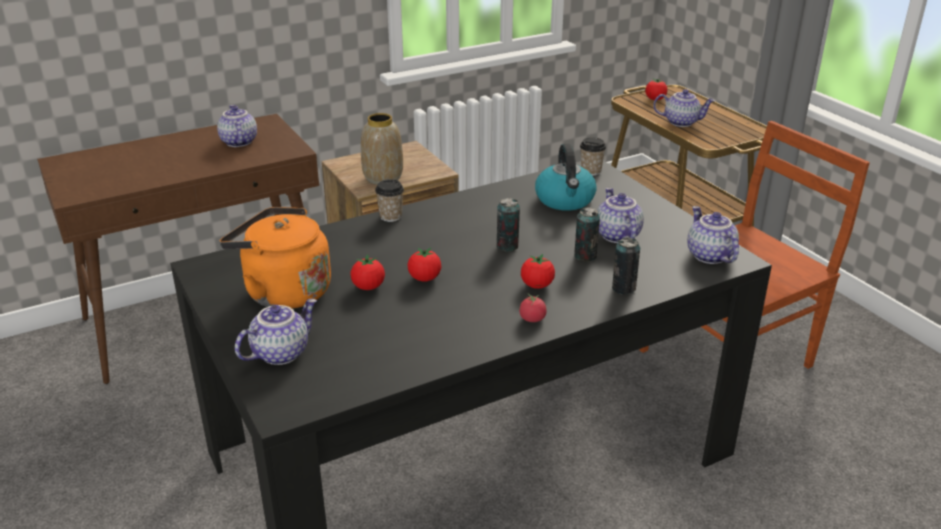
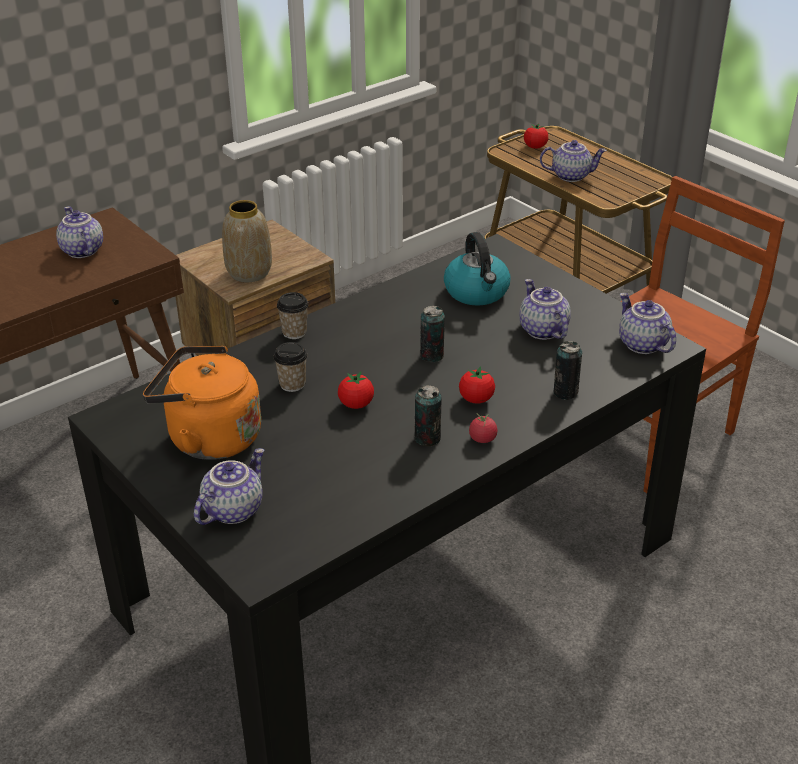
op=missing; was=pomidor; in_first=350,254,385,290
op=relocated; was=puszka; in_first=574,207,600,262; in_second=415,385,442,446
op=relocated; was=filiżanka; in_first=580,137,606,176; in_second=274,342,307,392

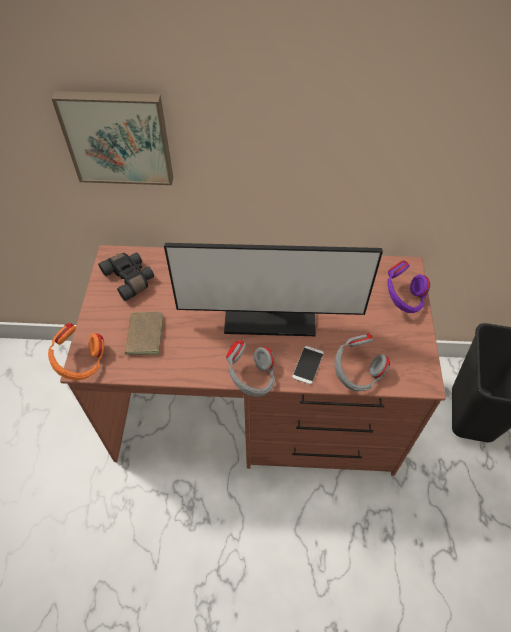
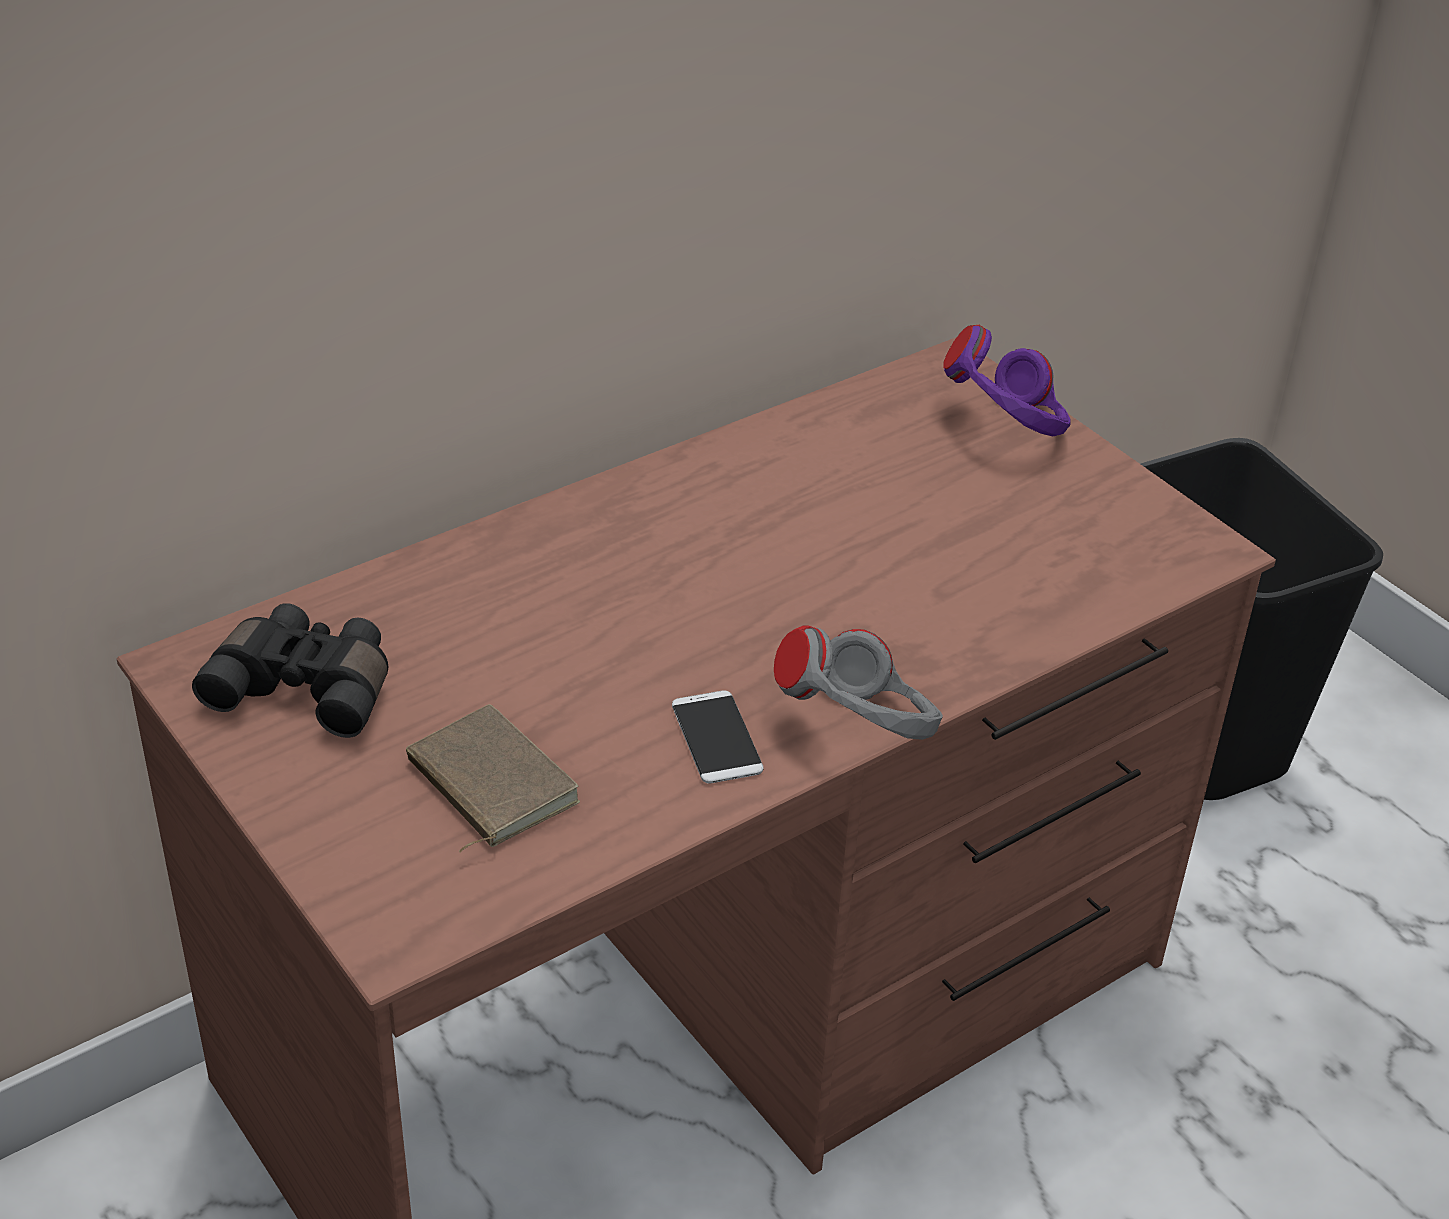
op=missing; was=słuchawki/pomarańczowy; in_first=48,323,104,380
op=missing; was=obraz; in_first=52,91,173,185
op=missing; was=monitor; in_first=164,243,383,336
op=relocated; was=telefon; in_first=292,346,324,384; in_second=672,690,764,784
op=missing; was=słuchawki/szary; in_first=334,333,390,391

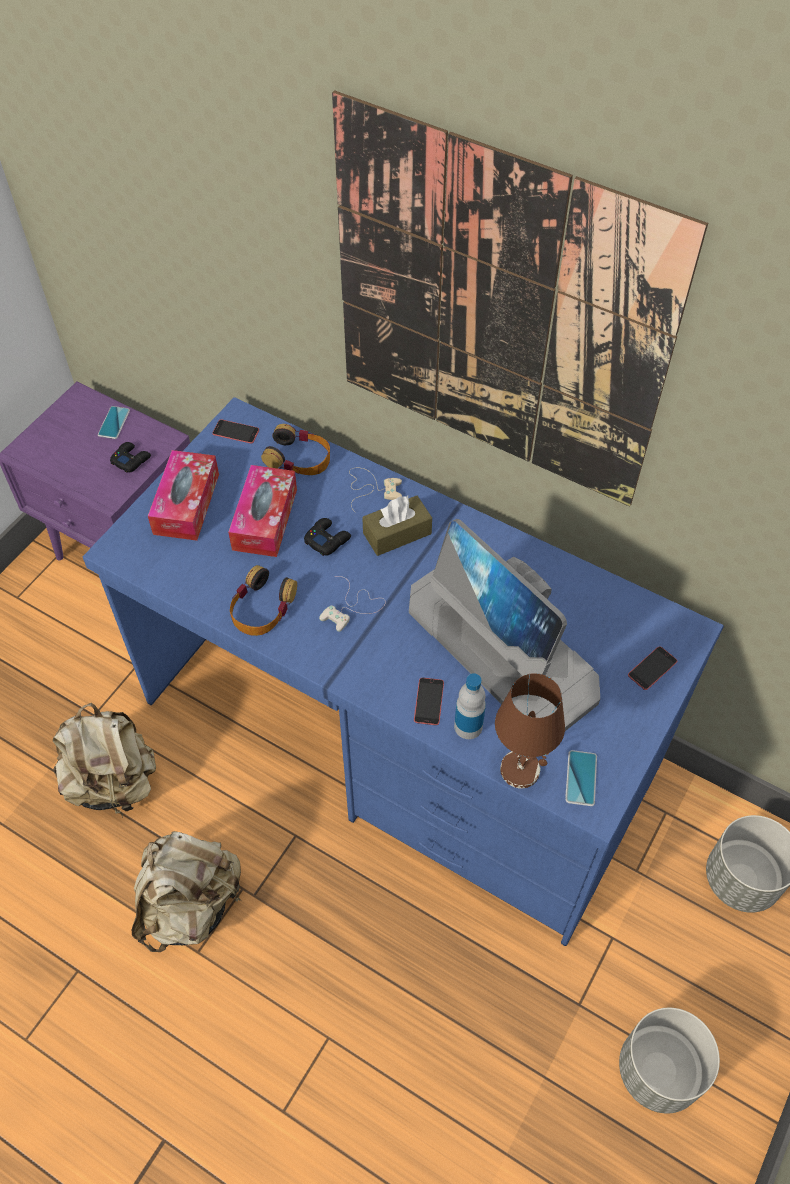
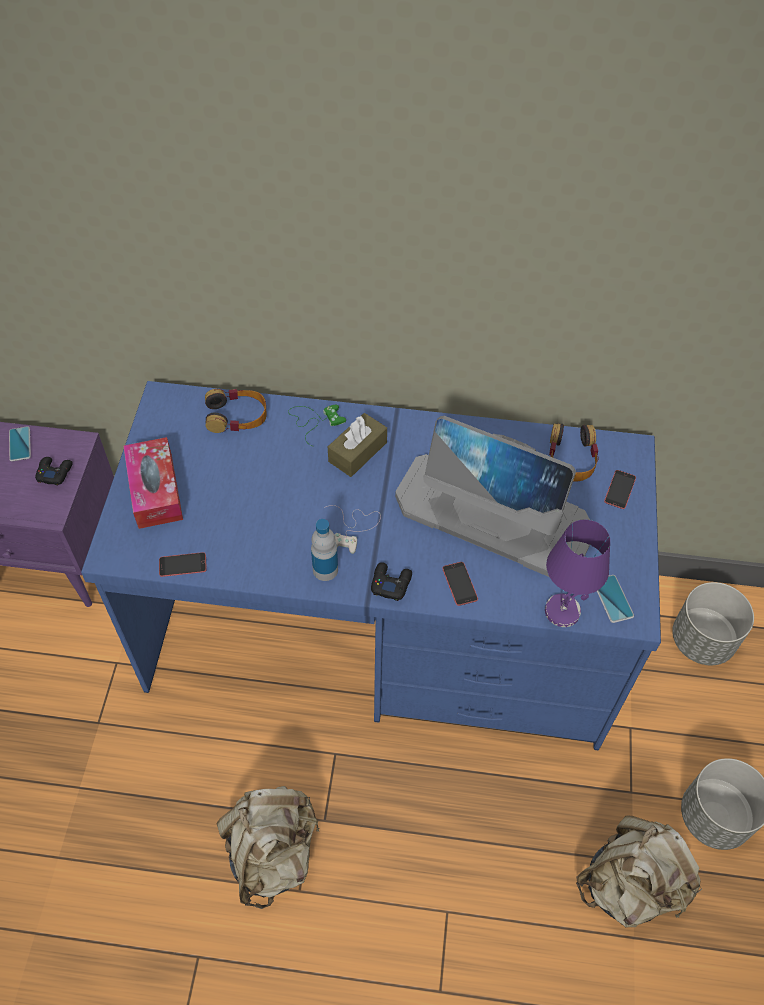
op=relocated; was=plecak/beżowy; in_first=53,703,156,817; in_second=576,816,702,927
op=relocated; was=telefon; in_first=212,419,259,443; in_second=159,552,207,577
op=missing; was=pudełko chusteczek; in_first=228,465,297,557
op=relocated; was=słuchawki; in_first=230,565,297,636; in_second=549,424,599,482
op=relocated; was=pad do gier/czarny; in_first=304,518,351,556; in_second=371,562,412,601
op=missing; was=obraz; in_first=332,90,708,507
op=colour; was=pad do gier/beżowy; now=pad do gier/zielony; in_first=349,468,402,513; in_second=288,405,346,447
op=relocated; was=butelka; in_first=454,673,486,739; in_second=311,519,338,581
op=colour; was=lampa stołowa/brązowy; now=lampa stołowa/fioletowy; in_first=495,673,565,788; in_second=545,519,610,627

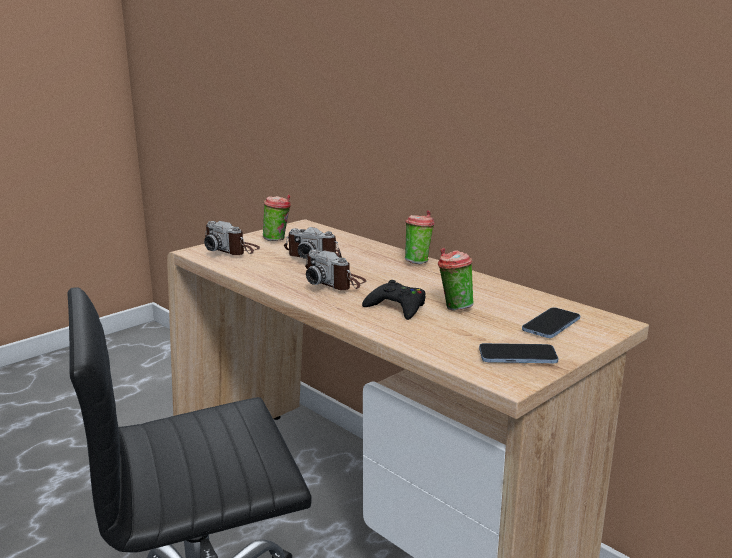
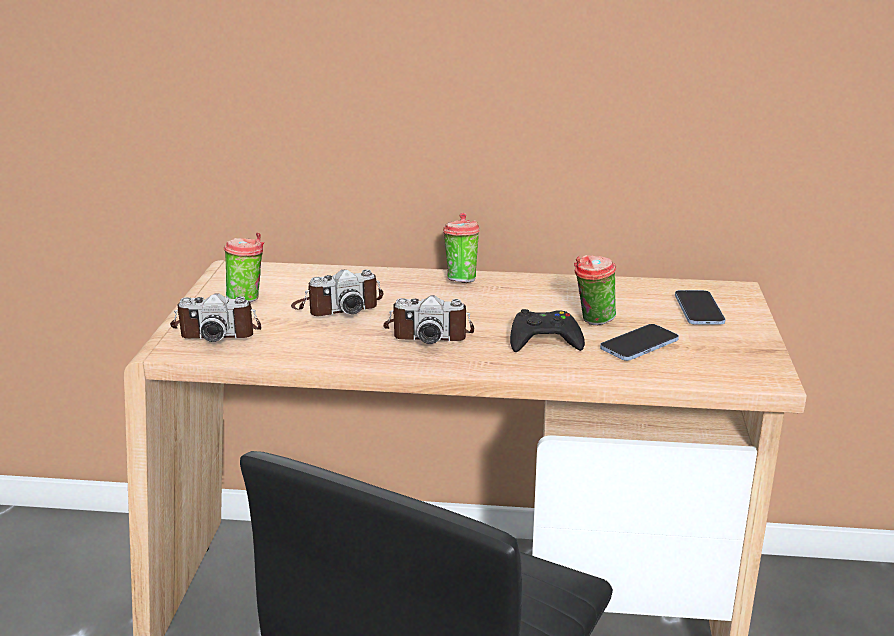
op=relocated; was=telefon; in_first=479,343,558,364; in_second=600,324,679,361

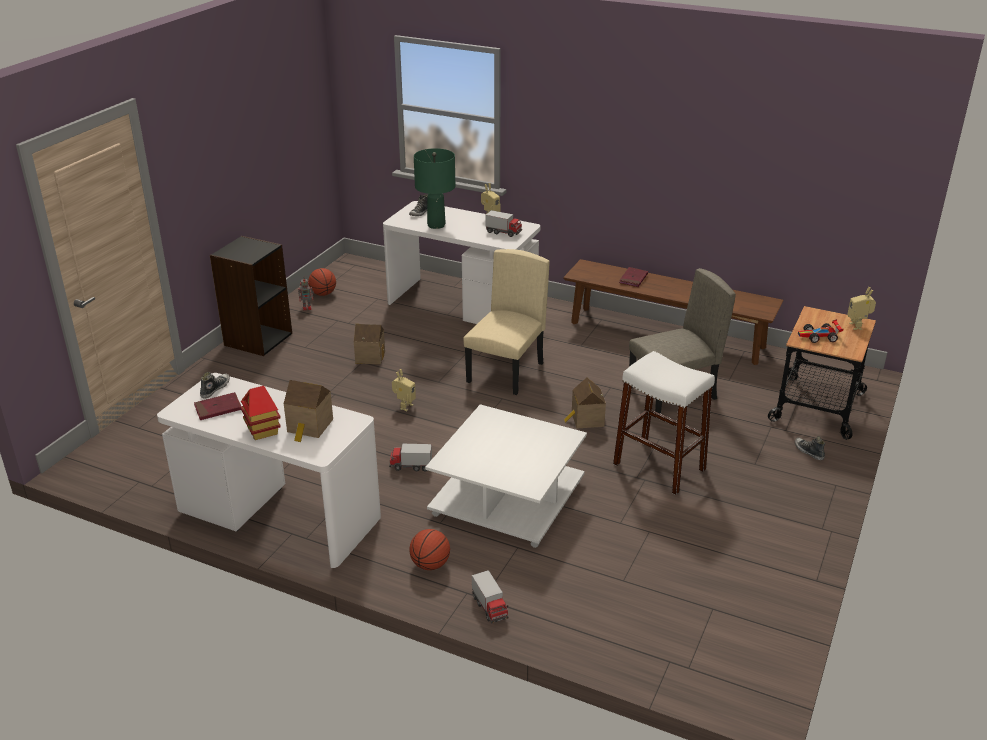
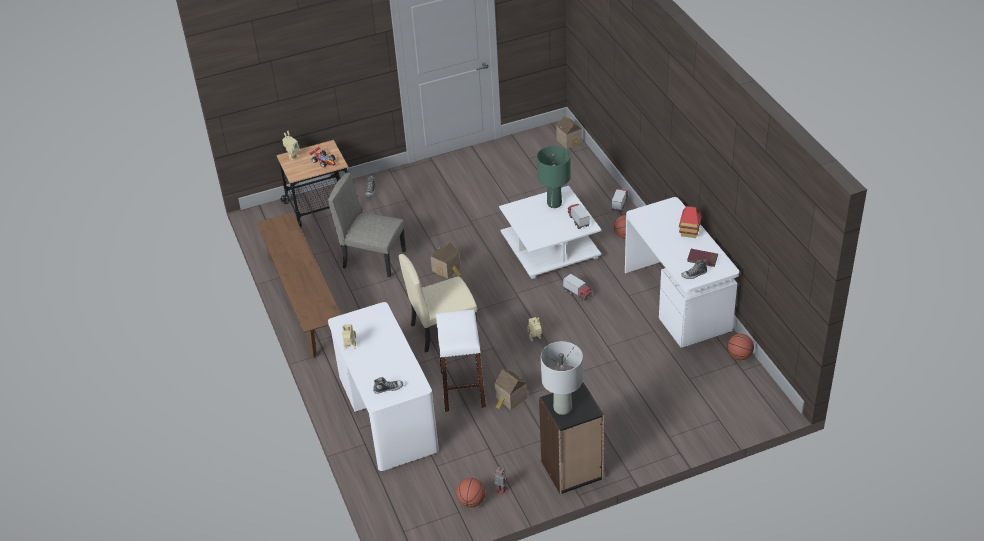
op=relocated; was=domek; in_first=284,380,333,442; in_second=556,116,582,149
op=relocated; was=lampa stołowa/zielony; in_first=414,148,455,229; in_second=537,146,571,208
op=relocated; was=ciężarówka zabawkowa; in_first=485,210,522,237; in_second=568,204,589,229
op=relocated; was=stołek/biały; in_first=613,351,715,495; in_second=436,310,486,412
op=missing; was=książka/czerwony; in_first=619,267,648,287
op=appeared; now=lampa stołowa/szary; in_second=541,341,583,415
op=appeared; now=piłka do koszykówki; in_second=727,334,754,360

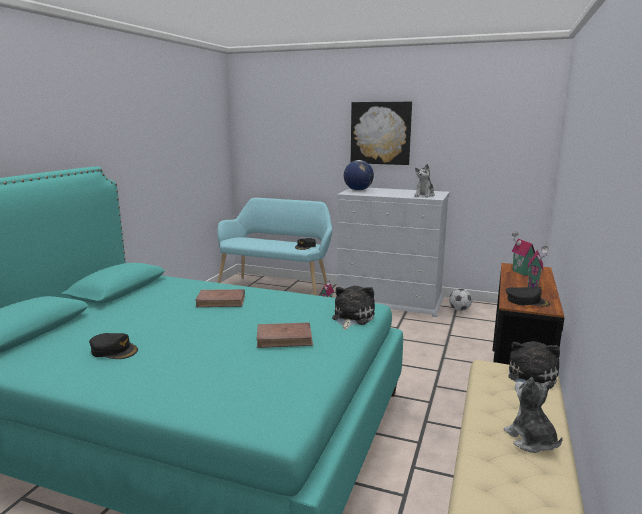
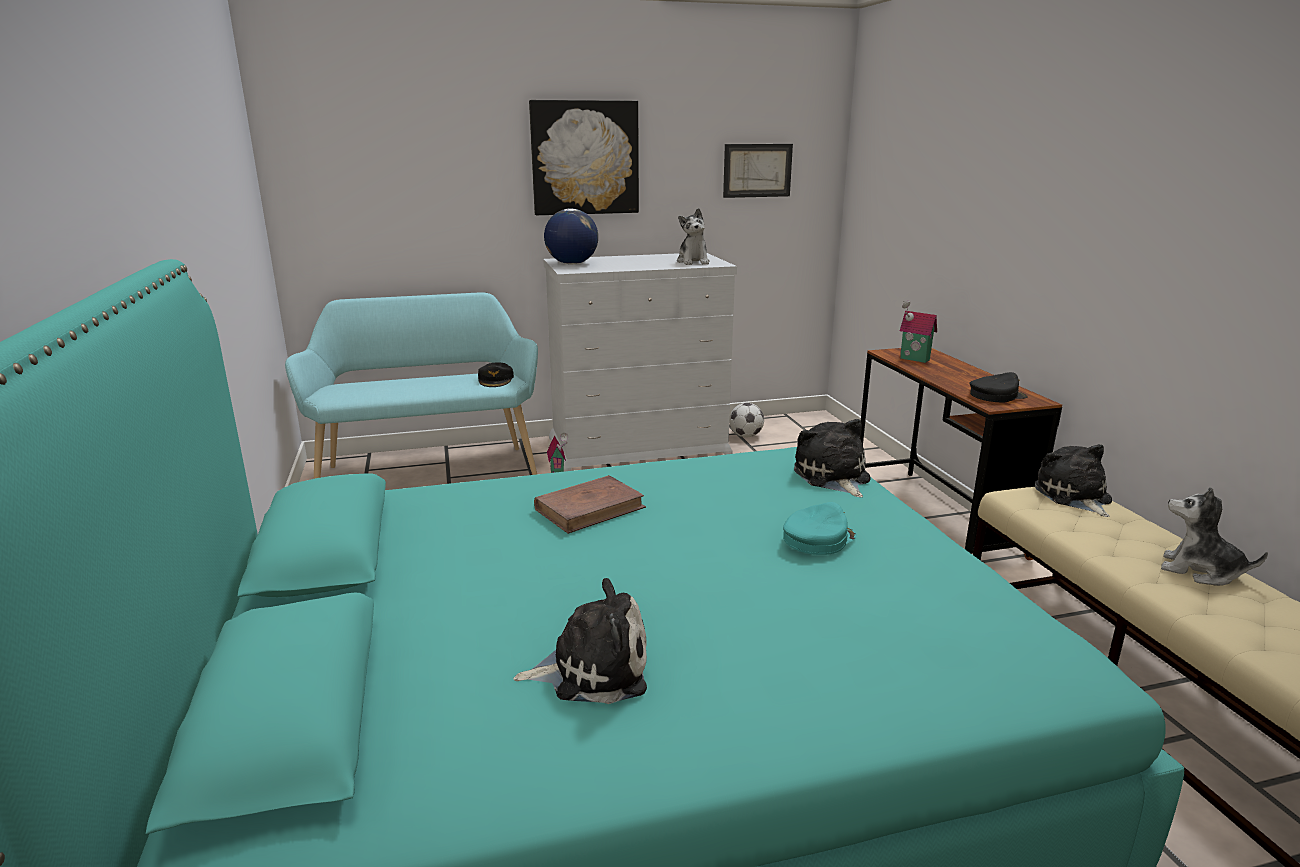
op=exchanged; was=czapka z daszkiem/czarny; now=pluszak; in_first=89,333,138,359; in_second=513,578,647,704
op=exchanged; was=książka/brązowy; now=czapka z daszkiem/turkusowy; in_first=256,322,313,348; in_second=783,502,857,555
op=missing; was=domek; in_first=527,246,549,287
op=appeared; now=obraz; in_second=723,144,793,198

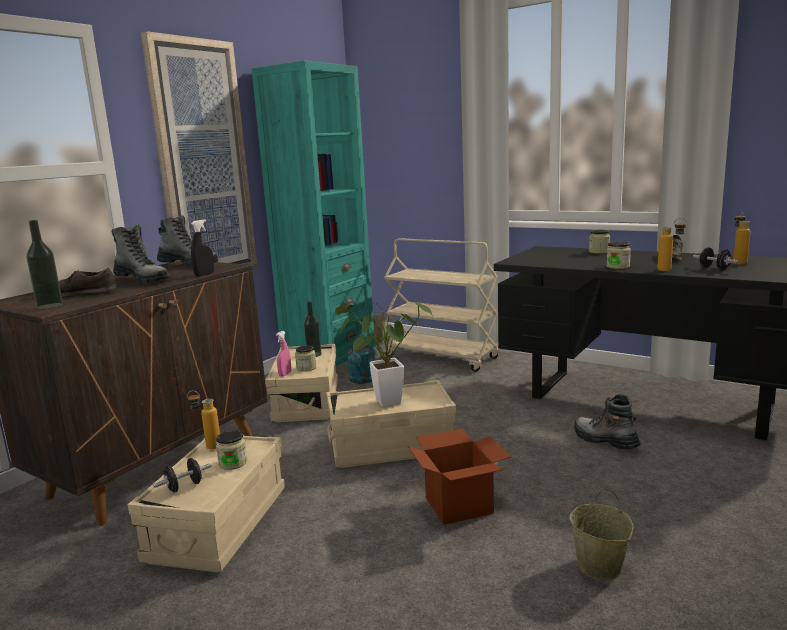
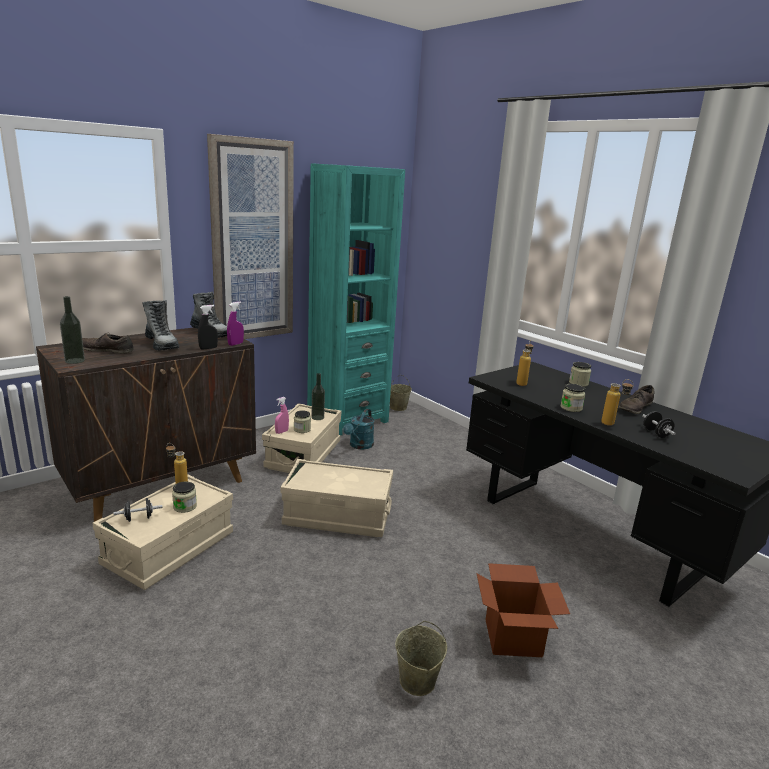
op=missing; was=roślina doniczkowa; in_first=335,301,433,407
op=missing; was=wózek/beżowy; in_first=384,238,500,372
op=relocated; was=karton; in_first=408,428,511,525; in_second=477,563,570,657
op=missing; was=but z cholewką; in_first=574,394,641,450
op=relocated; was=butelka; in_first=733,211,750,265; in_second=516,340,533,386
op=appeared; now=spryskiwacz/fioletowy; in_second=227,302,244,346

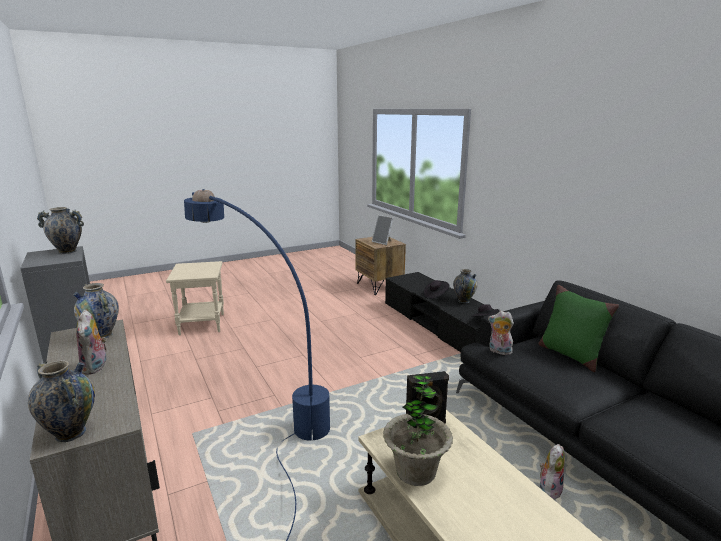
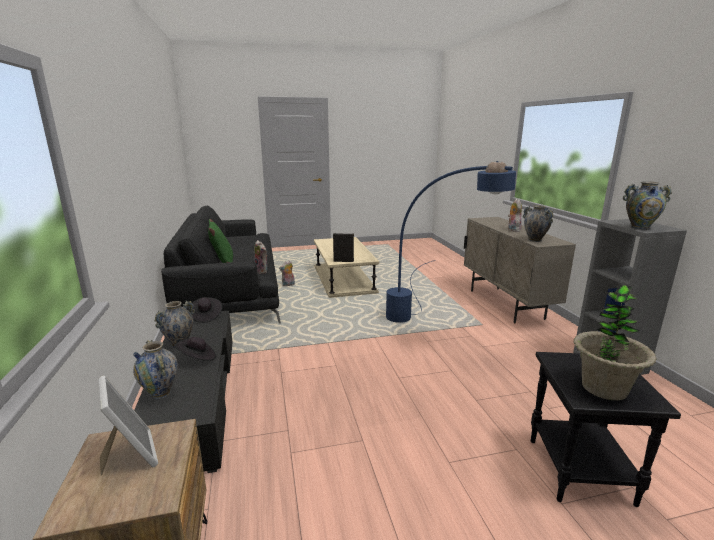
op=relocated; was=wazon; in_first=28,361,95,442; in_second=133,340,178,399
op=colour; was=stolik/beżowy; now=stolik/czarny; in_first=166,261,224,335; in_second=531,352,681,507
op=relocated; was=roślina doniczkowa; in_first=383,374,453,486; in_second=574,284,657,401

